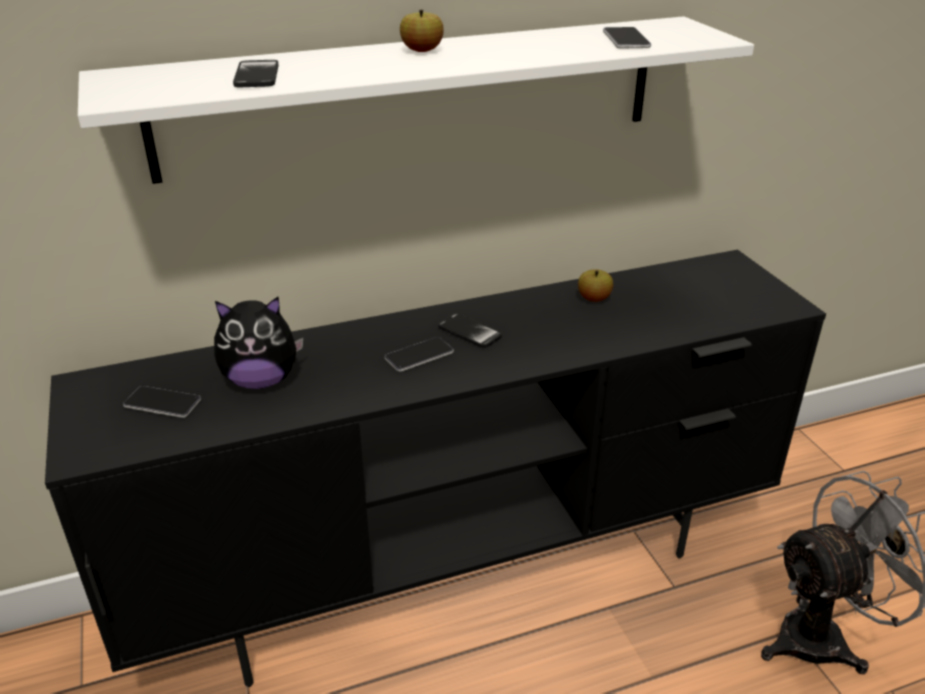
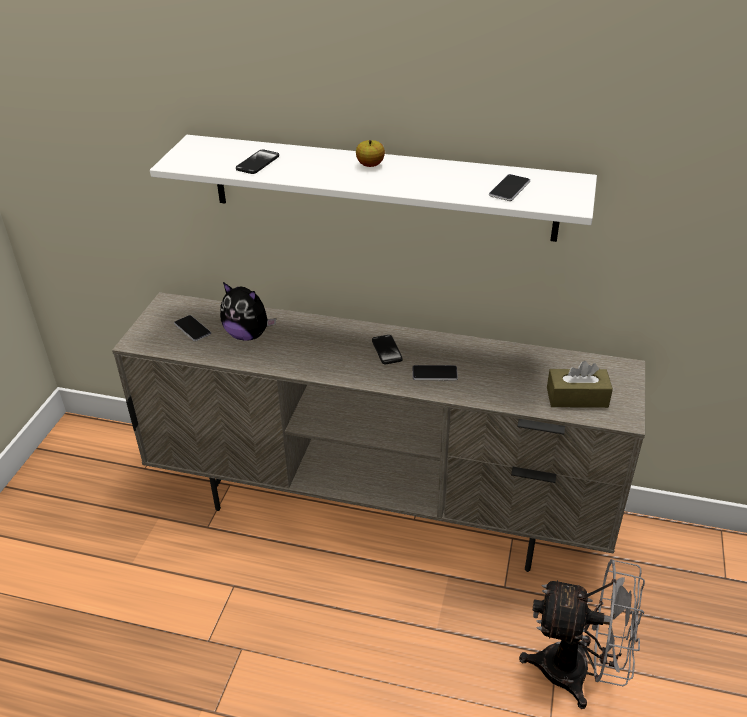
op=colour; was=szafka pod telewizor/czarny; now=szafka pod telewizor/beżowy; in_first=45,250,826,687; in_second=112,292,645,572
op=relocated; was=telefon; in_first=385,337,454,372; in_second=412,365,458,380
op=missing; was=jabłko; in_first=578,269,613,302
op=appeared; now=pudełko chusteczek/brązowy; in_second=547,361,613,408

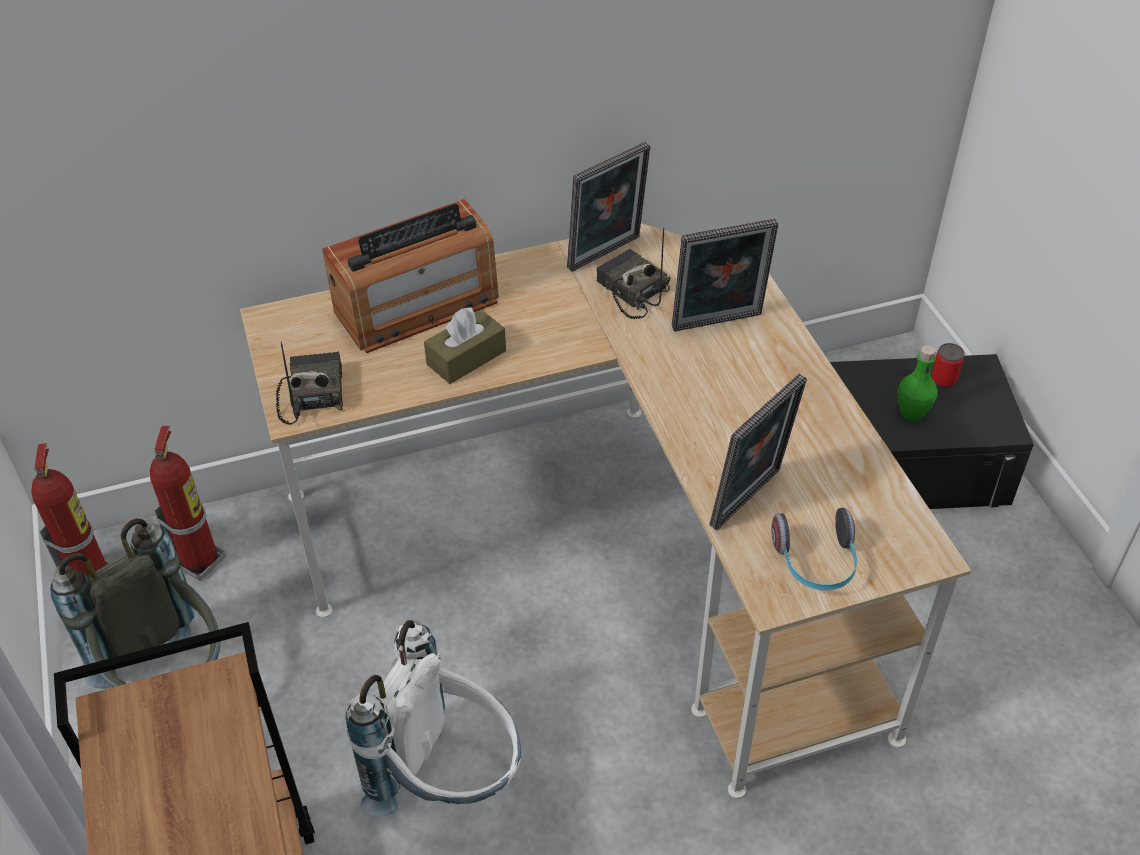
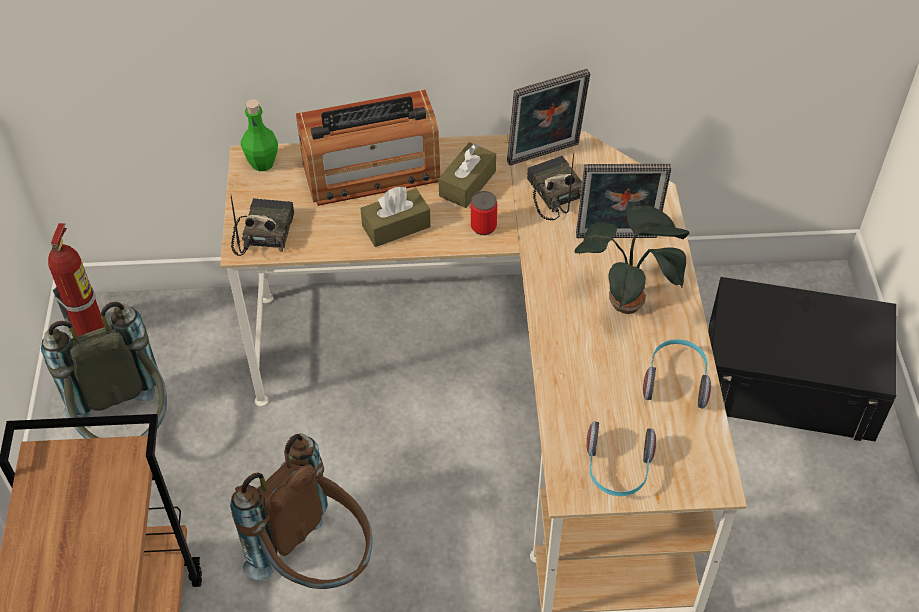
op=missing; was=gaśnica; in_first=150,426,226,581
op=colour; was=plecak/biały; now=plecak/brązowy; in_first=345,620,521,816; in_second=230,433,372,589
op=missing; was=ramka na zdjęcie; in_first=710,374,807,530
op=relocated; was=butelka/zielony; in_first=897,345,938,421; in_second=241,99,278,171
op=relocated; was=puszka; in_first=931,343,964,388; in_second=471,191,497,235
op=appeared; now=pudełko chusteczek/brązowy; in_second=439,142,496,208
op=appeared; now=roślina doniczkowa; in_second=575,205,690,314
op=appeared; now=słuchawki; in_second=643,339,711,409

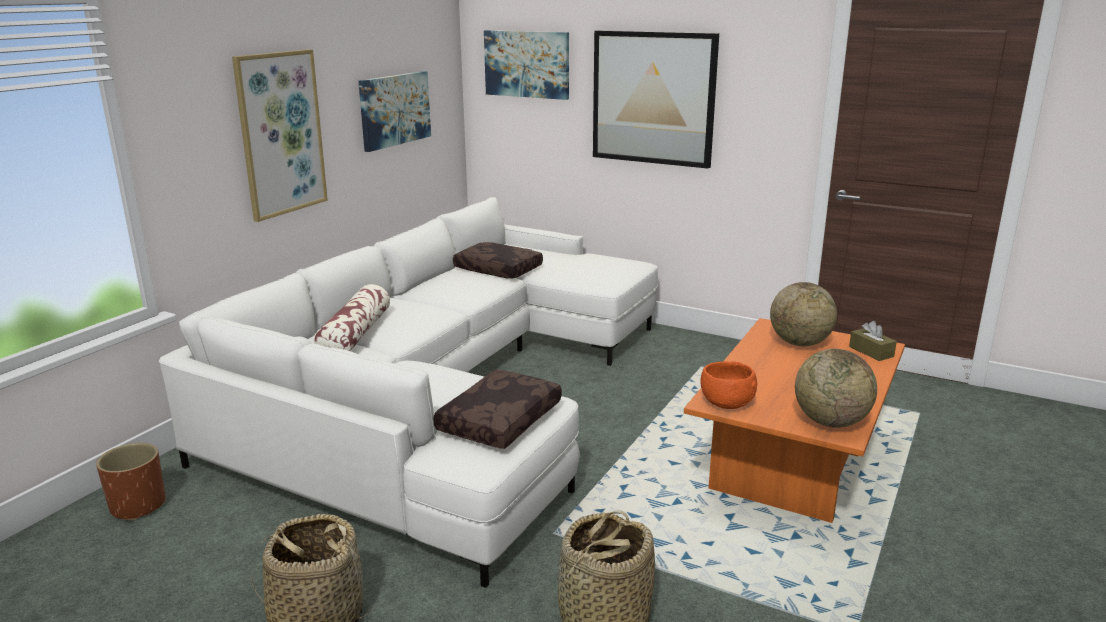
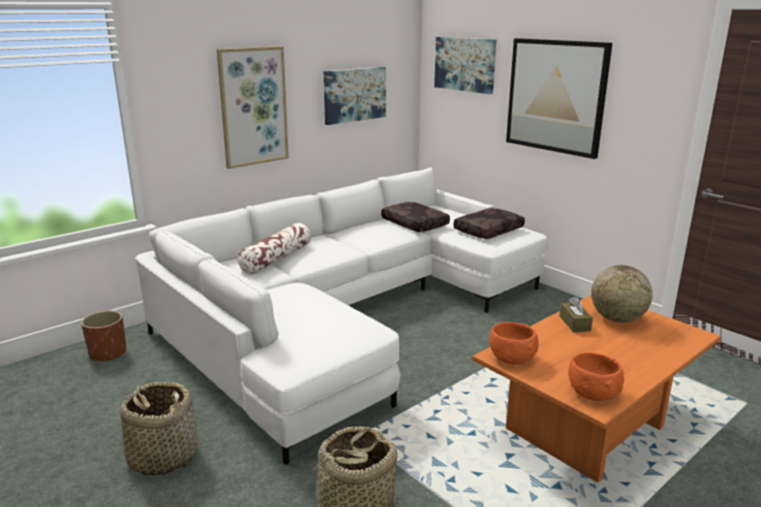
op=relocated; was=poduszka/brązowy; in_first=433,369,562,449; in_second=453,208,525,239
op=exchanged; was=globus; now=miska/pomarańczowy; in_first=795,349,877,428; in_second=568,352,624,401
op=relocated; was=pudełko chusteczek/brązowy; in_first=849,321,897,361; in_second=559,296,593,332

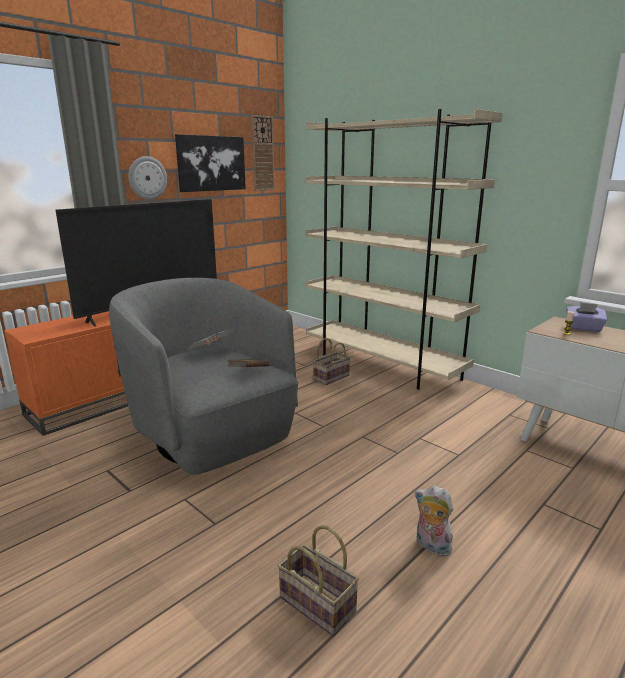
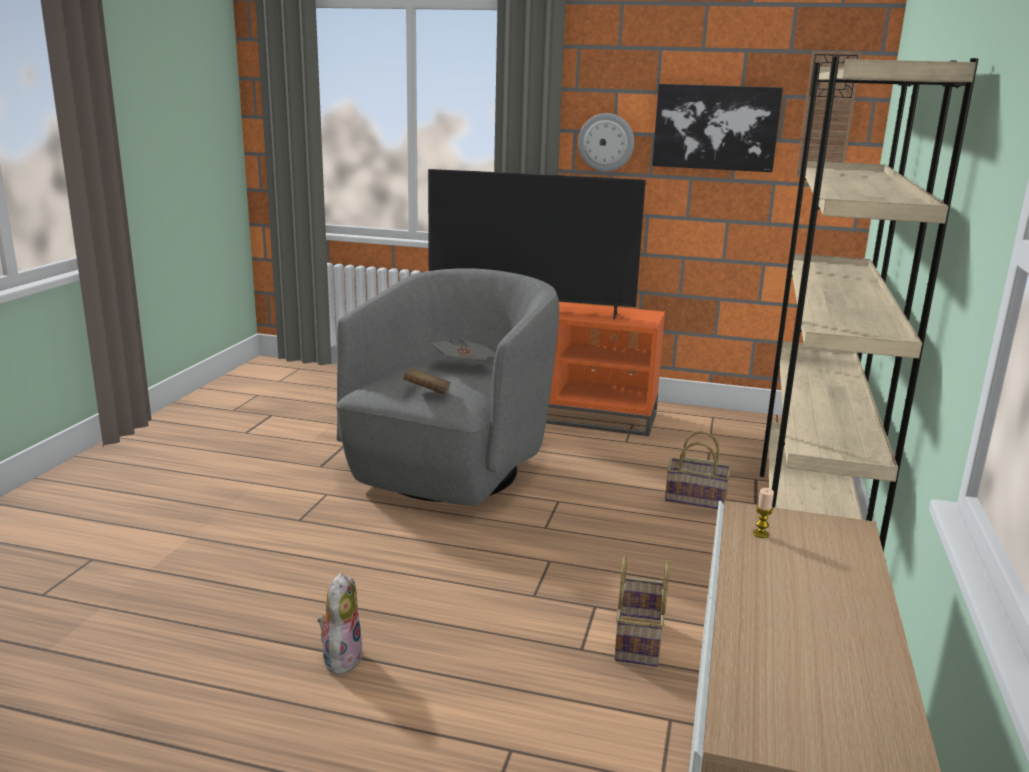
op=relocated; was=koszyk; in_first=278,525,359,636; in_second=614,555,669,667
op=missing; was=pudełko chusteczek/fioletowy; in_first=566,303,607,332

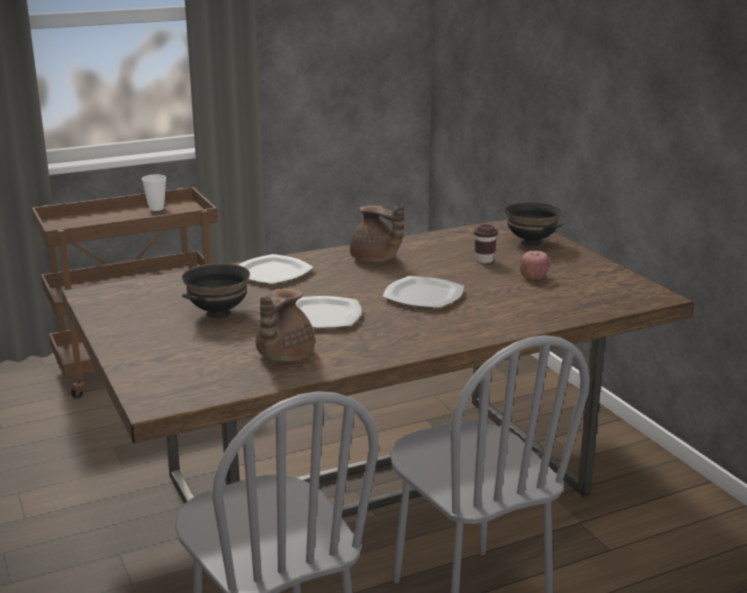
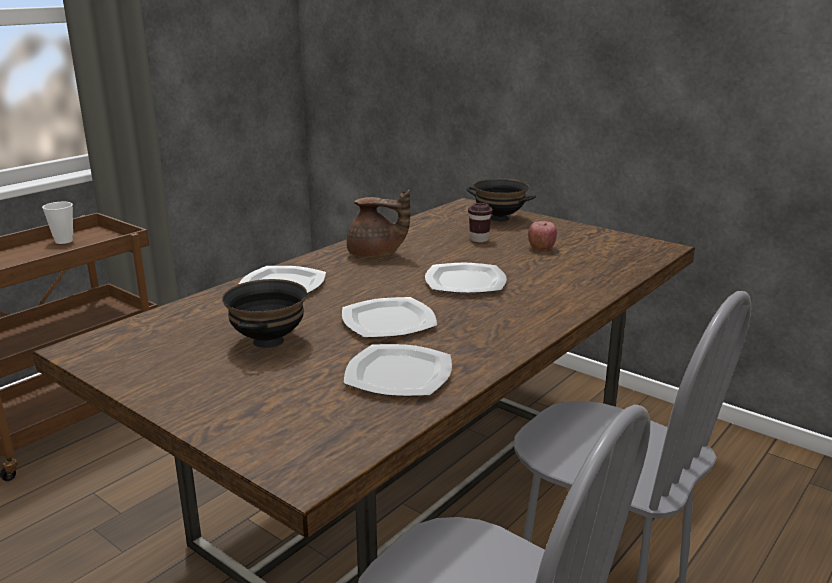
op=exchanged; was=imbryk/brązowy; now=talerz; in_first=256,288,315,362; in_second=344,344,452,396

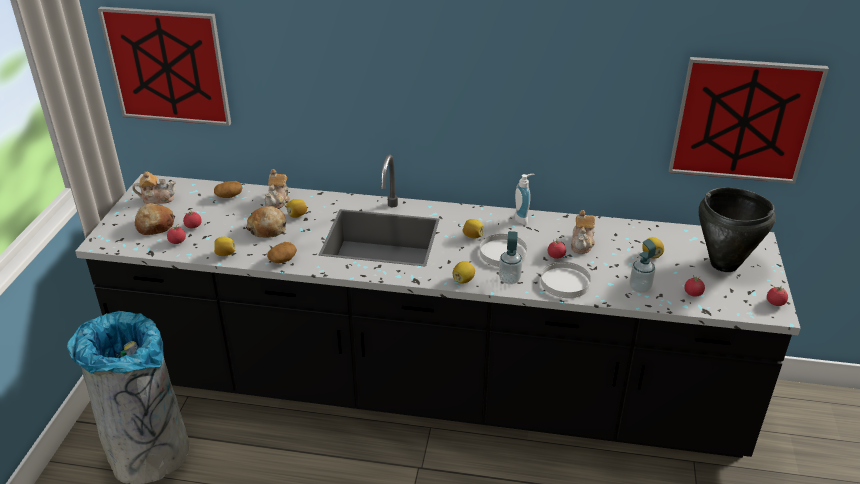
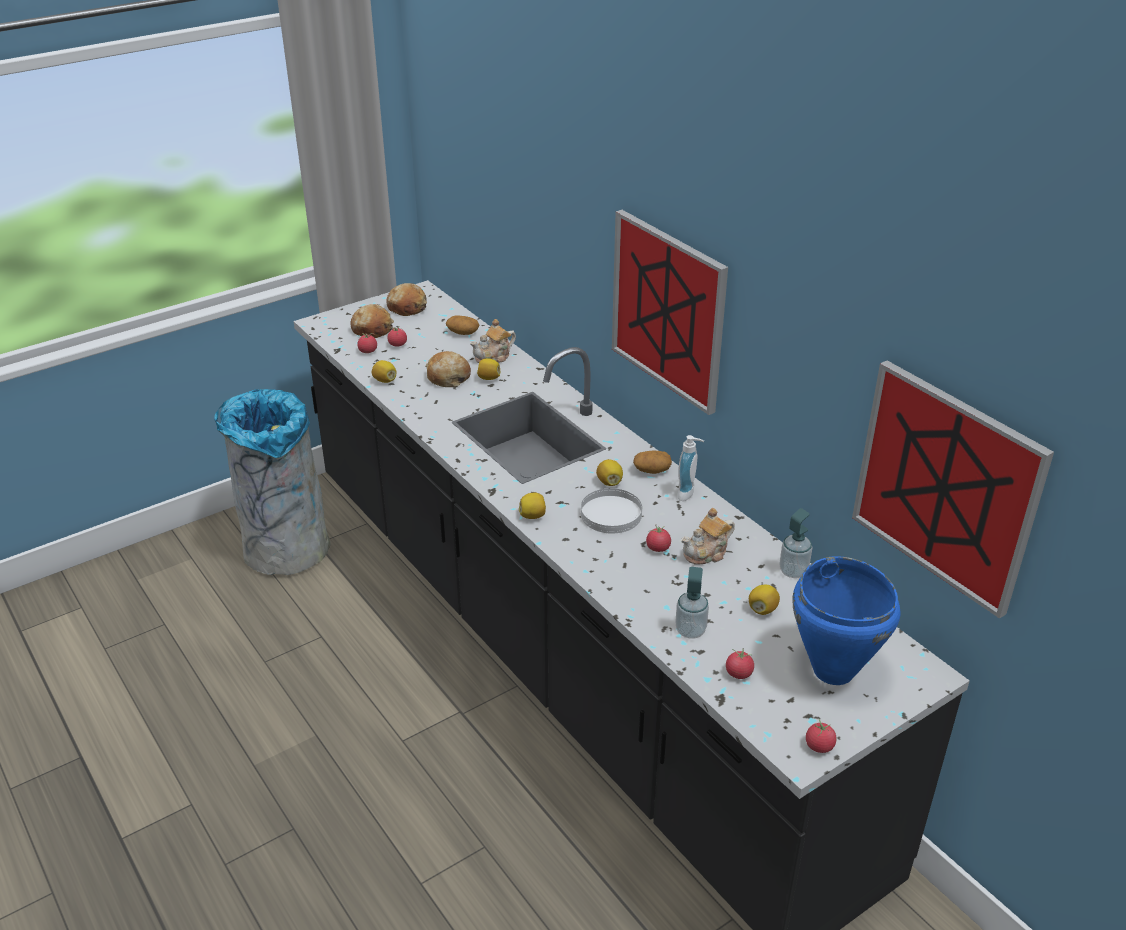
op=relocated; was=obraz; in_first=98,7,231,126; in_second=612,210,728,415
op=exchanged; was=imbryk; now=chleb; in_first=132,172,176,204; in_second=386,283,427,316
op=relocated; was=ziemniak; in_first=267,242,297,263; in_second=633,451,672,474
op=relocated; was=dozownik mydła; in_first=499,231,522,284; in_second=779,508,812,578
op=missing; was=talerz/biały; in_first=541,262,591,298
op=colour; was=garnek/czarny; now=garnek/niebieski; in_first=699,187,776,272; in_second=792,556,900,685

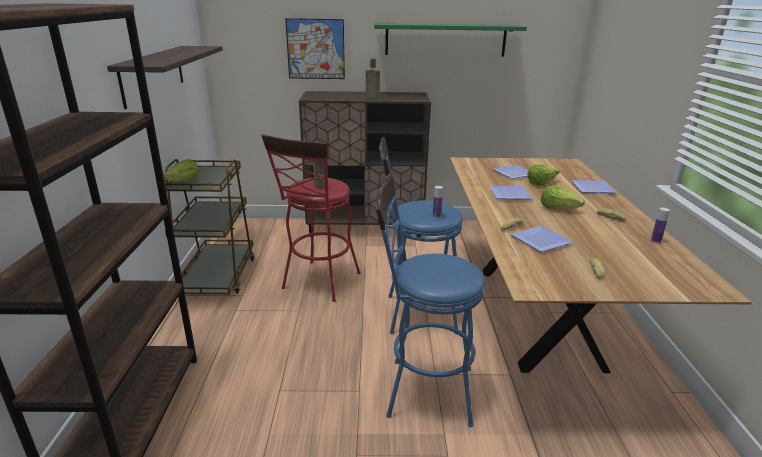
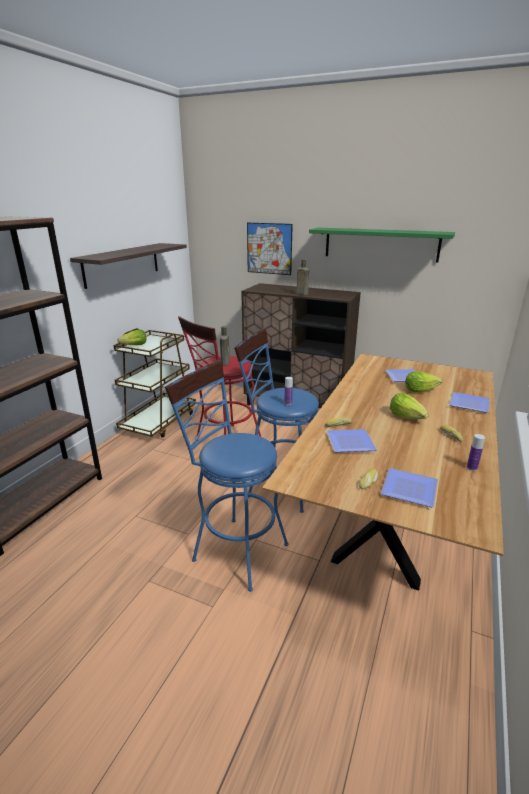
op=relocated; was=talerz; in_first=489,186,532,199; in_second=381,468,438,508

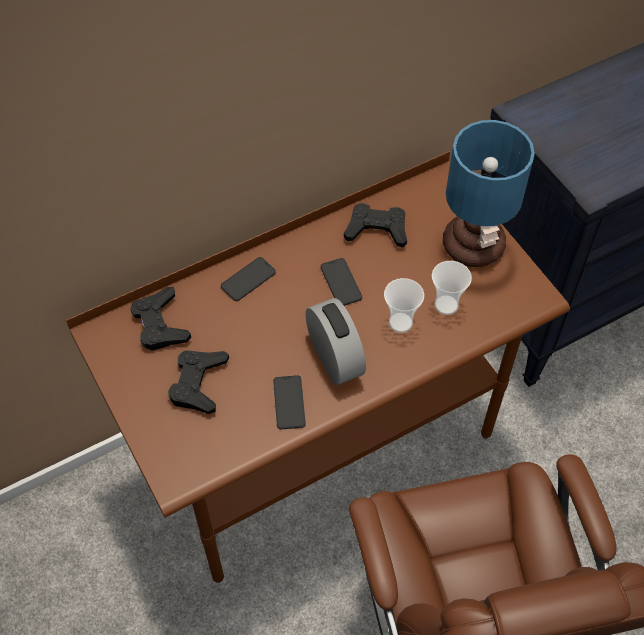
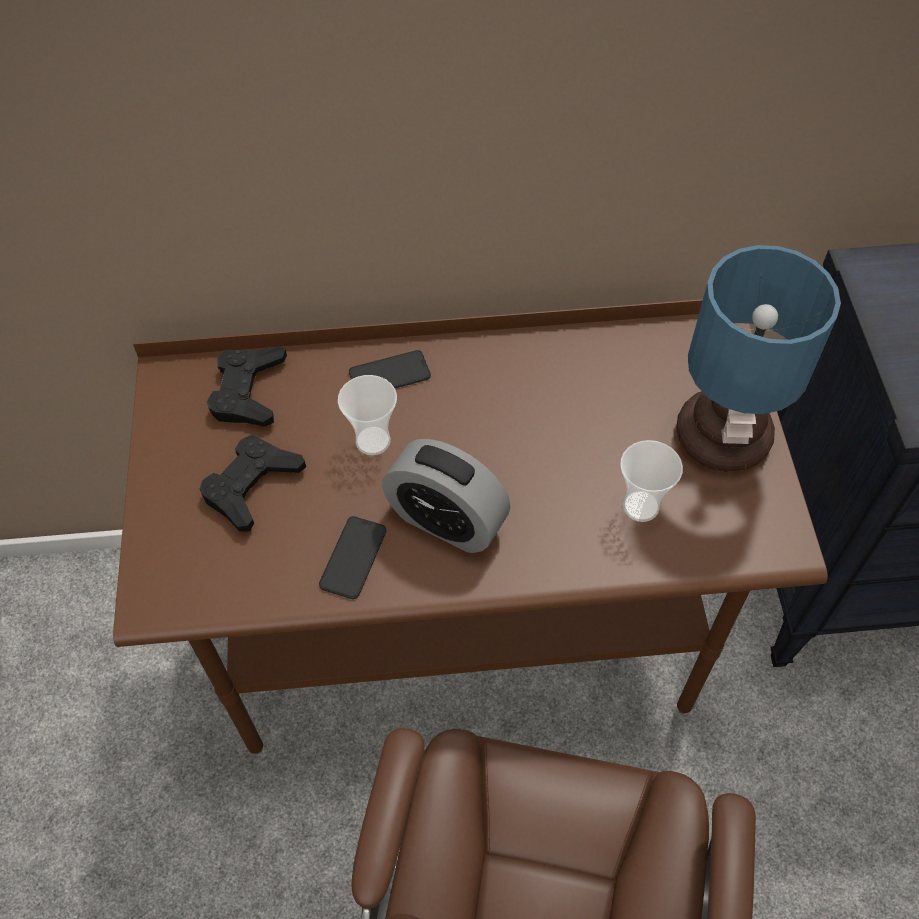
op=spun; was=budzik; in_first=306,298,366,385; in_second=382,439,510,553; clockwise=120
op=missing; was=telefon; in_first=321,258,362,306
op=missing; was=pad do gier/czarny; in_first=344,203,407,248
op=relocated; was=filiżanka; in_first=384,278,424,333; in_second=338,375,397,455

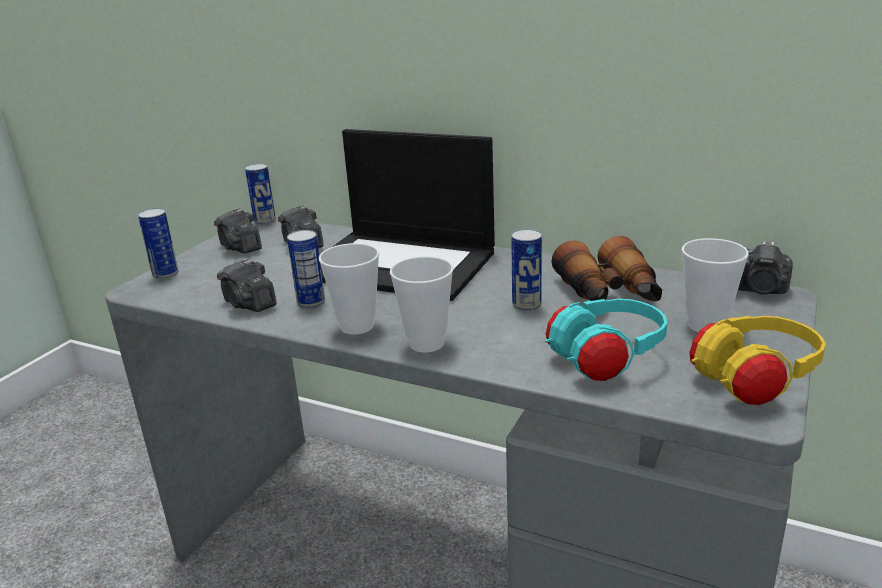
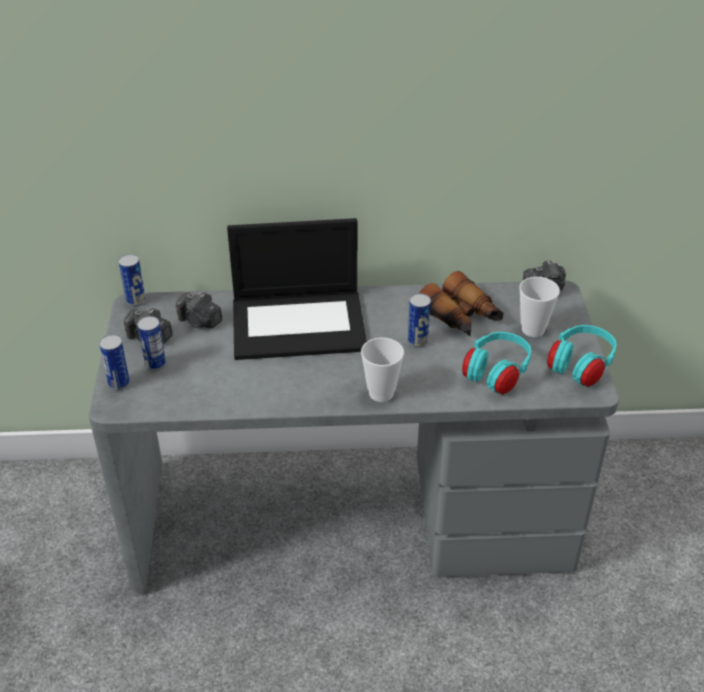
op=missing; was=aparat fotograficzny; in_first=217,258,277,312
op=relocated; was=puszka; in_first=287,230,325,309; in_second=138,316,166,371
op=missing; was=filiżanka; in_first=319,243,379,334
op=colour; was=słuchawki/żółty; now=słuchawki/turkusowy; in_first=690,316,826,405; in_second=547,325,617,387

